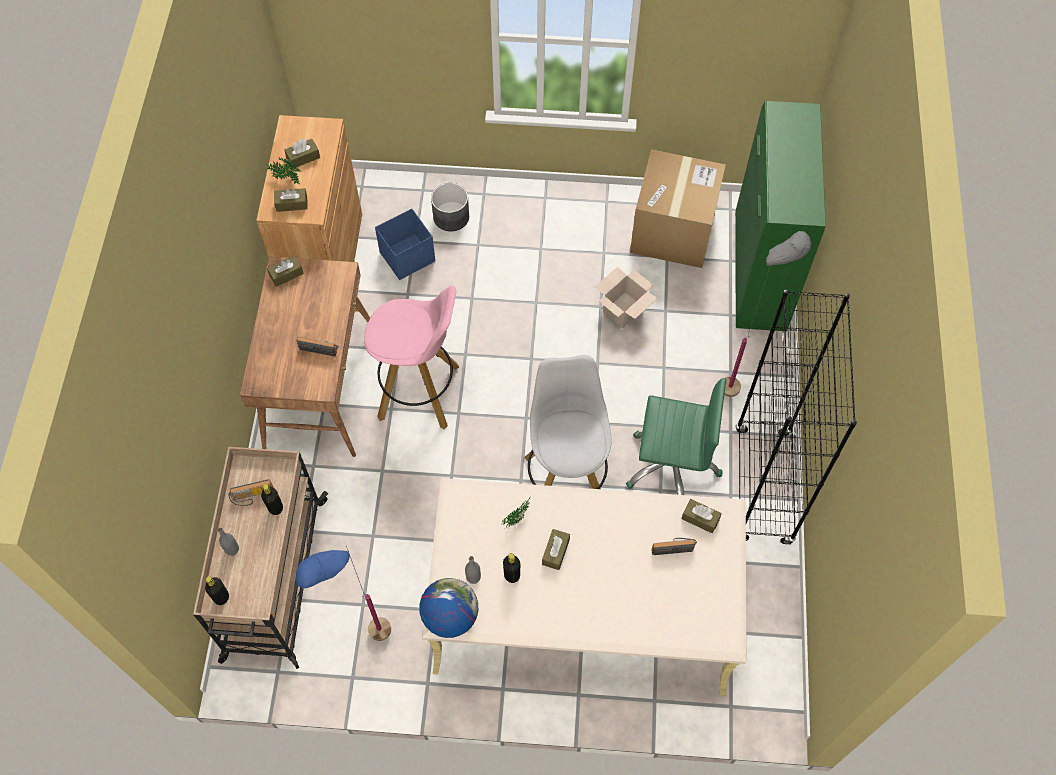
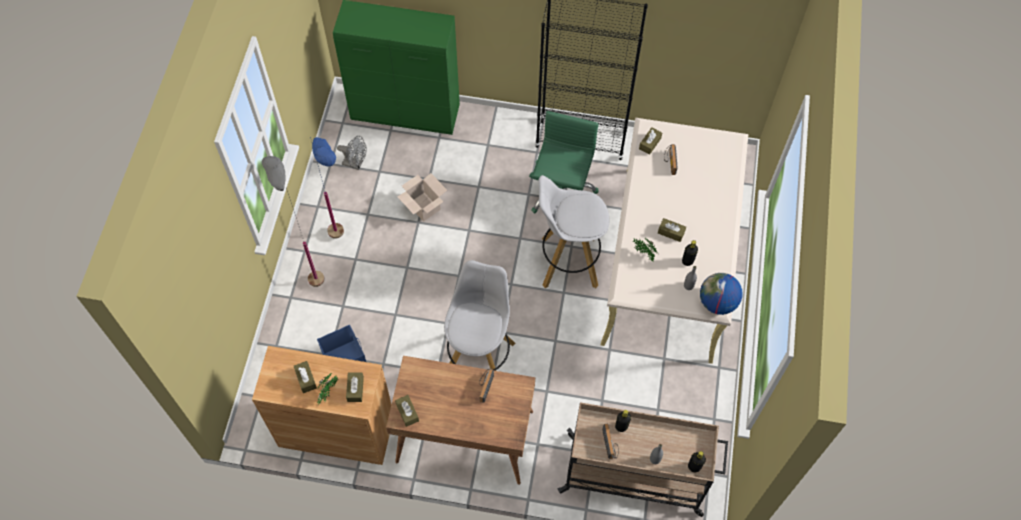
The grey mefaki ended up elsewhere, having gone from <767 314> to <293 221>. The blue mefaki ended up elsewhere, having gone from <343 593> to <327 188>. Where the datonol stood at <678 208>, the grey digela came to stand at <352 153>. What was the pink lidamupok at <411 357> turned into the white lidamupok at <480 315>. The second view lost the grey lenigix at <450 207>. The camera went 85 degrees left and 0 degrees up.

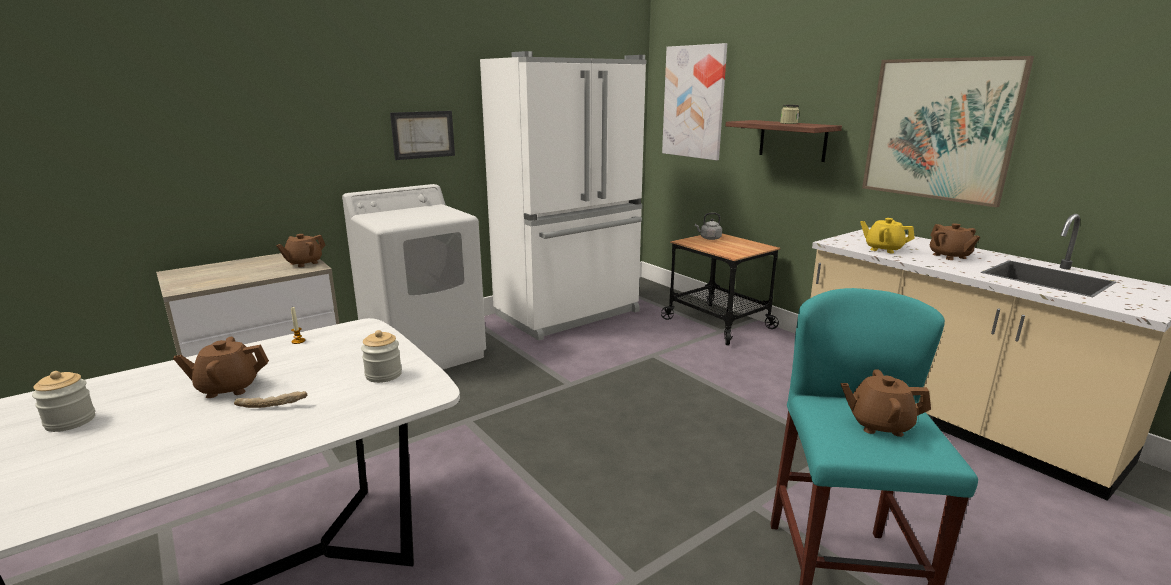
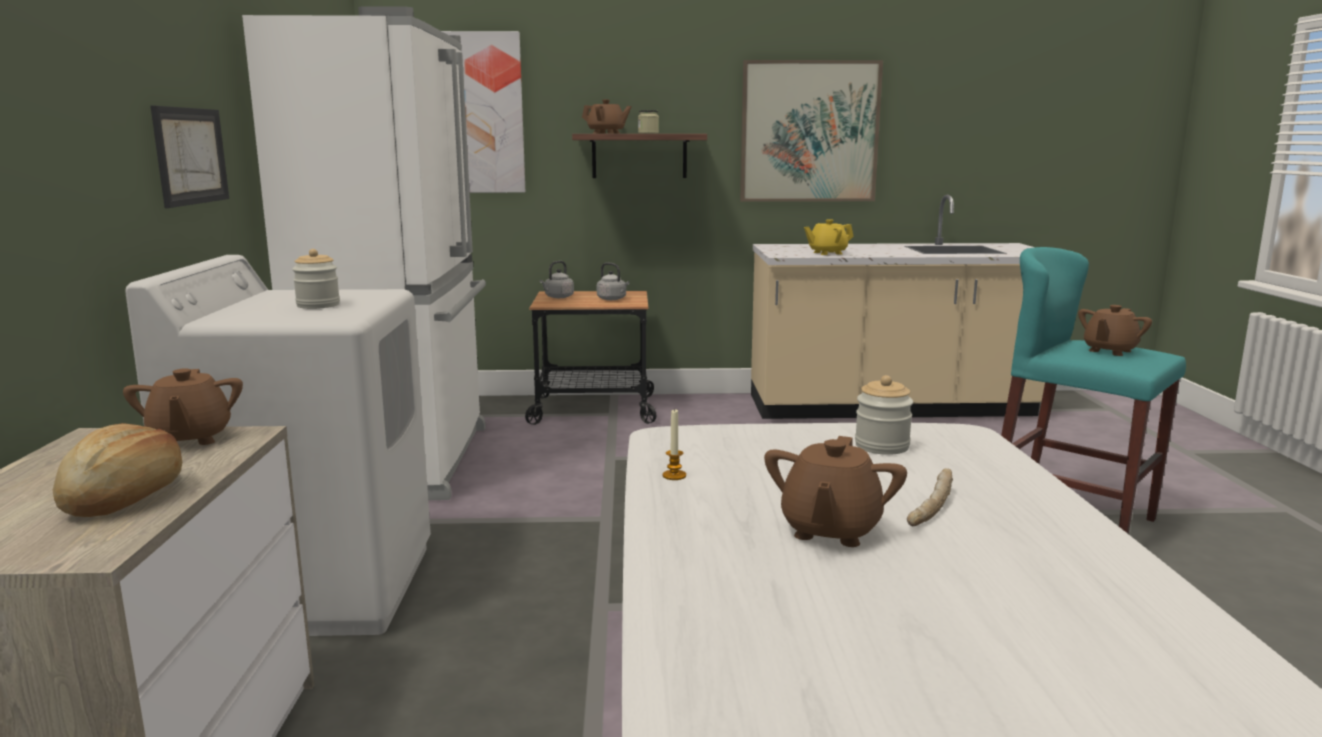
The second view gained the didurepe at <117 470>. The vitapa ended up elsewhere, having gone from <63 401> to <316 279>. The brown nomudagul ended up elsewhere, having gone from <955 241> to <607 116>. The second view gained the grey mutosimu at <613 281>. The camera went 55 degrees left and 5 degrees down.

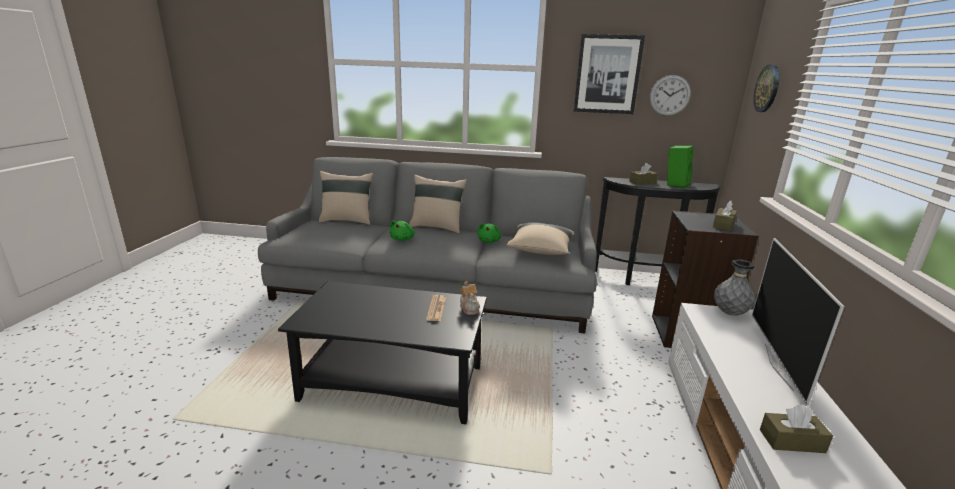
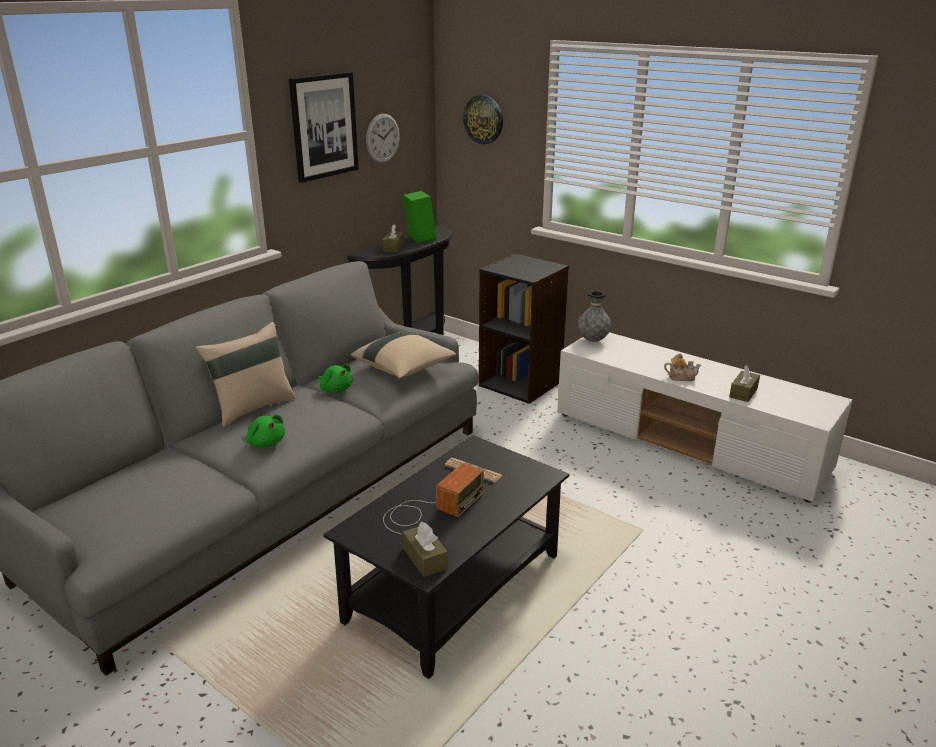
The second view gained the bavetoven at <433 499>. The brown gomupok ended up elsewhere, having gone from <725 216> to <425 549>. The nomudagul ended up elsewhere, having gone from <470 298> to <682 367>. The second view lost the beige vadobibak at <345 198>. The second view lost the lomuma at <798 321>. The camera went 60 degrees left and 5 degrees up.

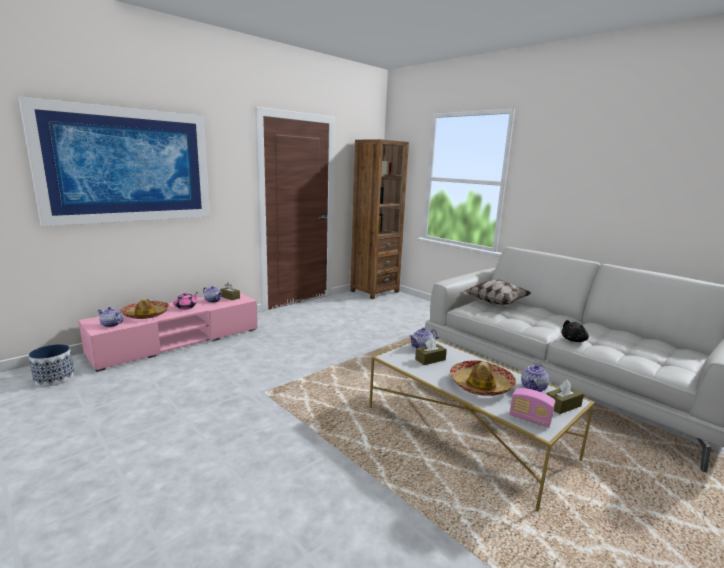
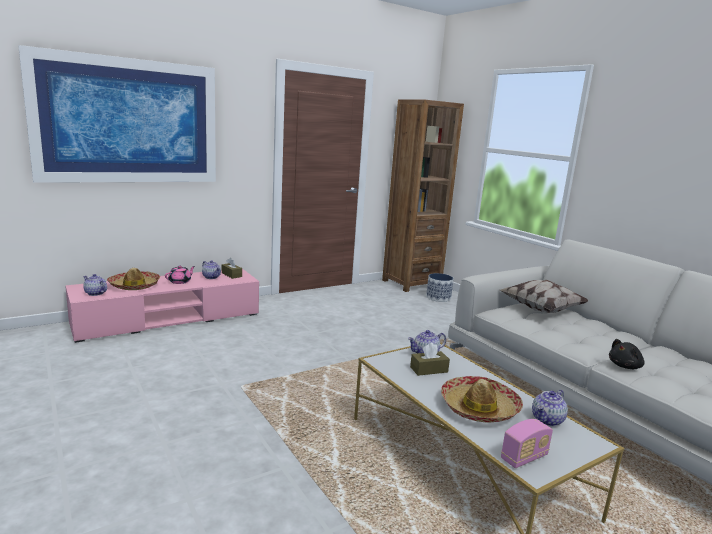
The lenigix ended up elsewhere, having gone from <51 365> to <440 287>. The bavetoven at <532 408> ended up facing another way, 75 degrees counterclockwise from before. The second view lost the brown gomupok at <565 397>. The camera went 10 degrees right and 0 degrees up.

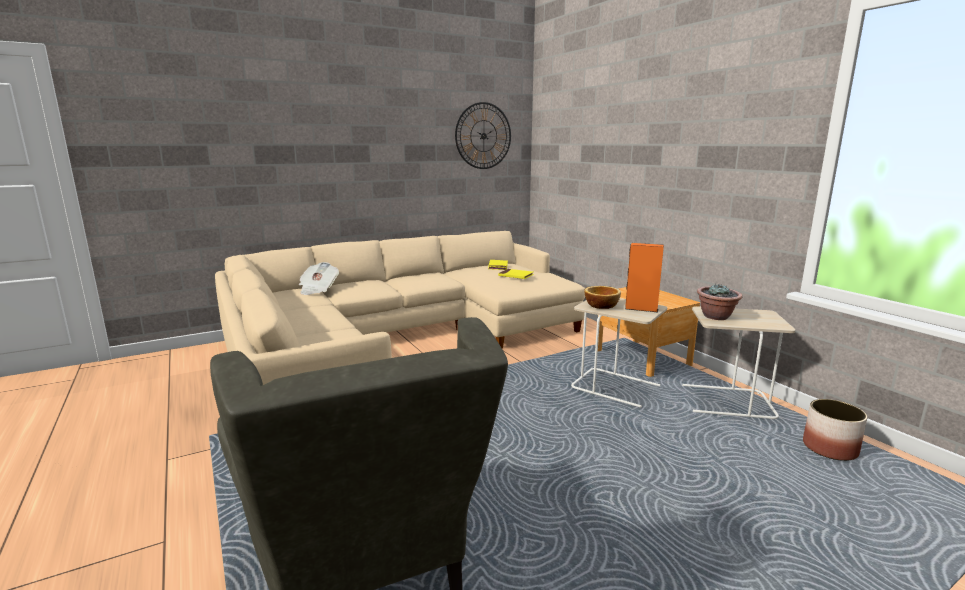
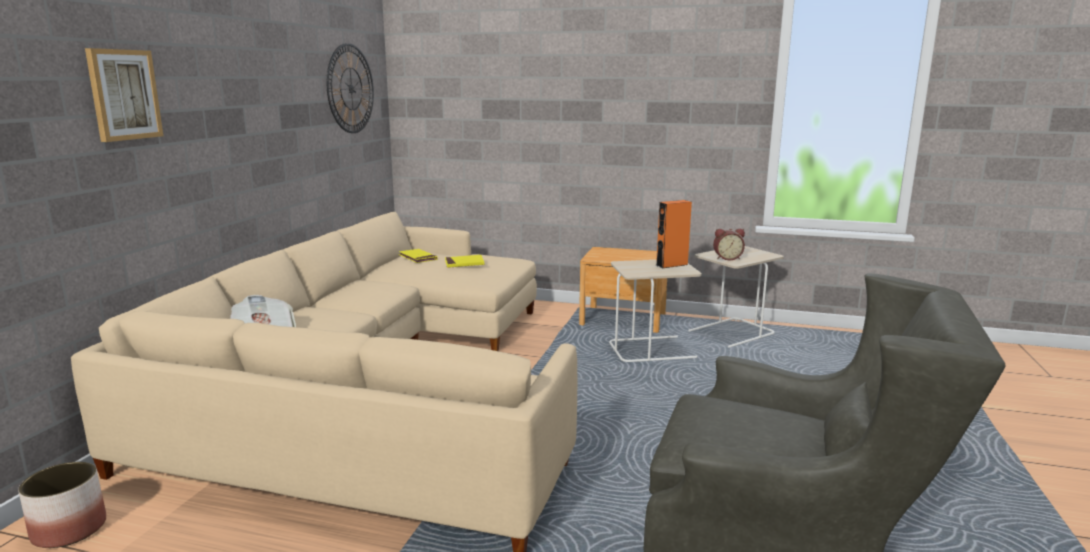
The lenigix ended up elsewhere, having gone from <835 430> to <62 505>. The second view gained the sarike at <124 95>. Where the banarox stood at <720 302>, the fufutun came to stand at <729 244>. The second view lost the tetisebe at <602 297>. The camera went 45 degrees left and 0 degrees up.

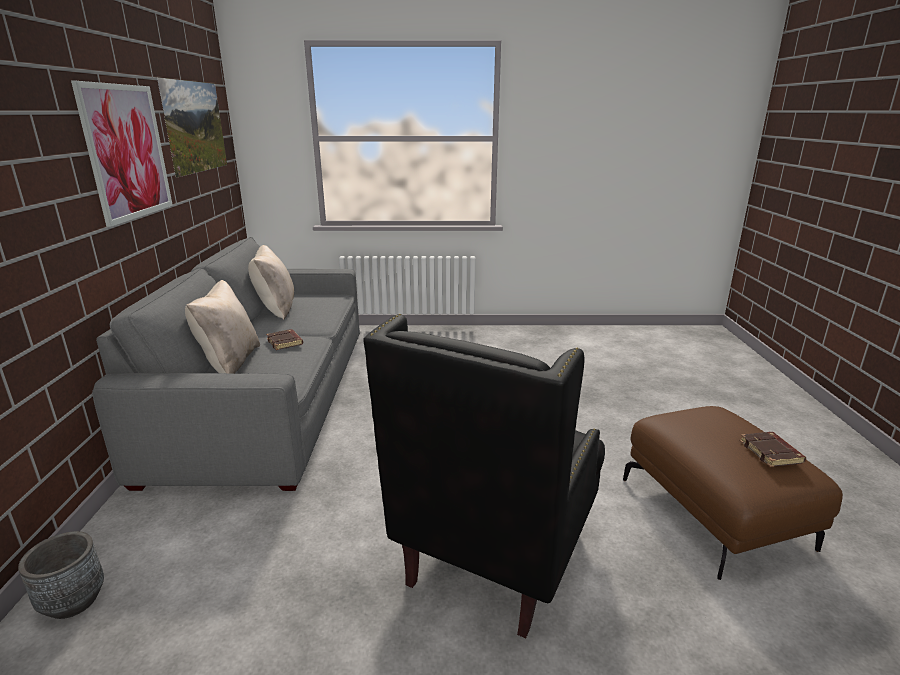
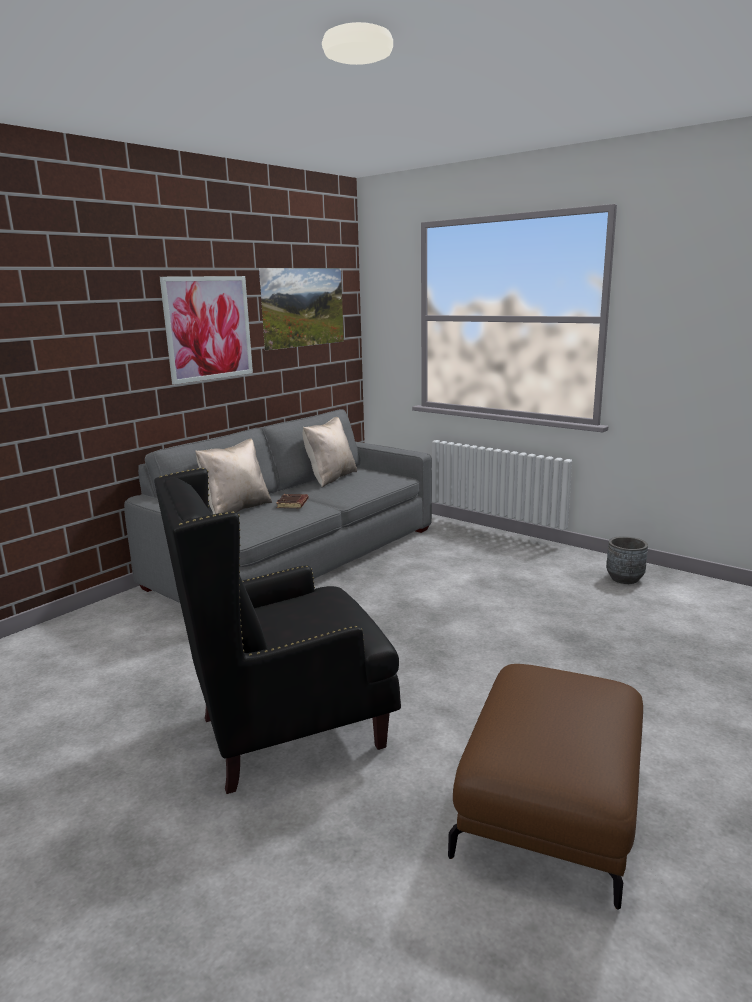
The grey lenigix ended up elsewhere, having gone from <61 575> to <627 560>. The second view lost the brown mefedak at <772 449>. The camera went 40 degrees right and 5 degrees down.

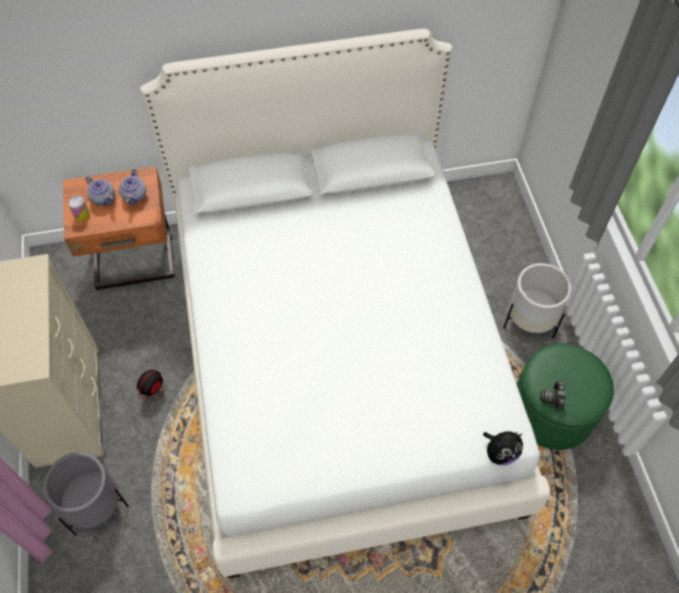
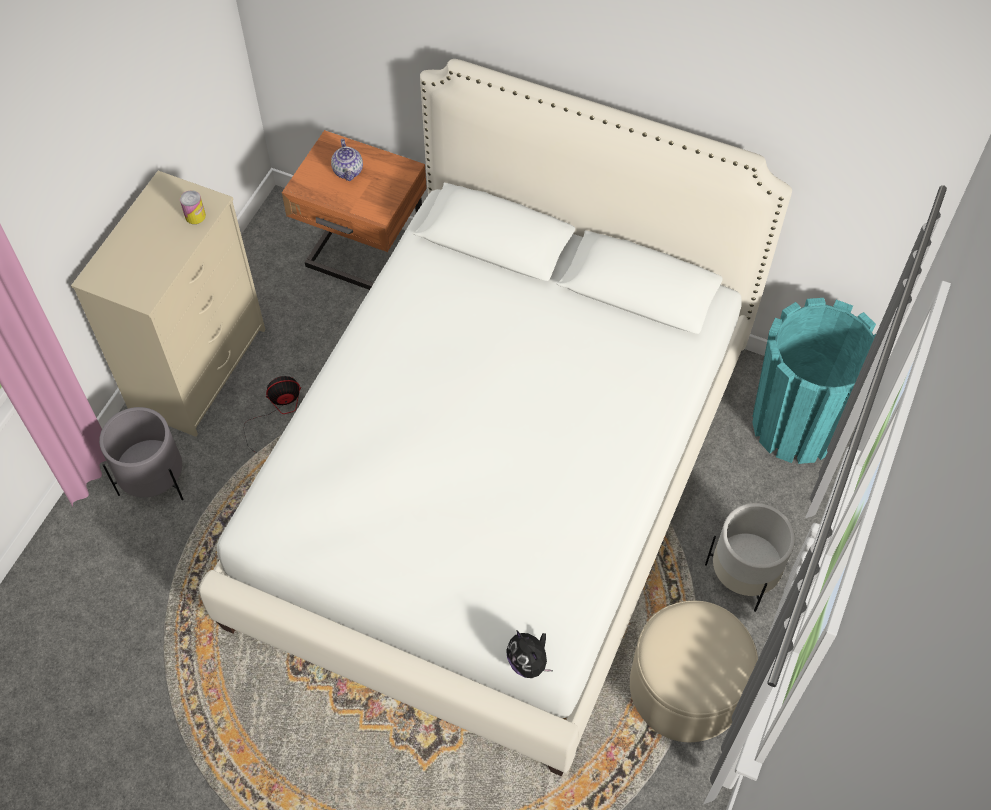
The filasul ended up elsewhere, having gone from <79 208> to <193 207>. The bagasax at <503 448> ended up facing another way, 45 degrees clockwise from before. What was the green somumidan at <565 396> turned into the beige somumidan at <694 671>. The second view gained the turquoise lenigix at <814 381>. The second view lost the nomudagul at <132 187>. The second view lost the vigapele at <553 395>. The camera went 35 degrees right and 0 degrees up.

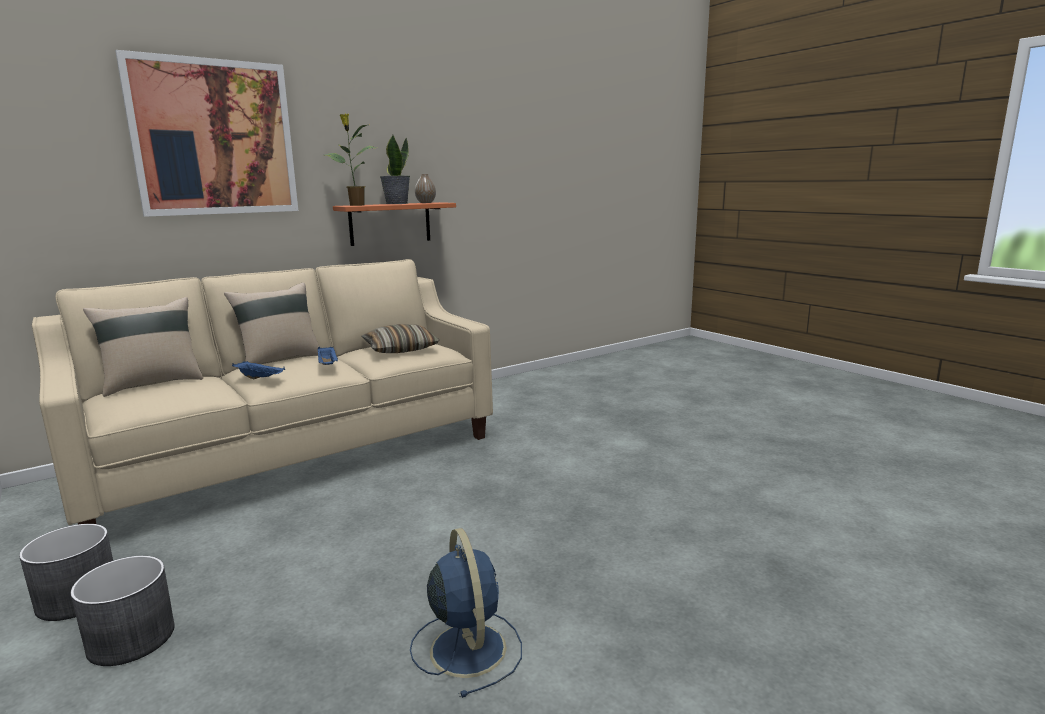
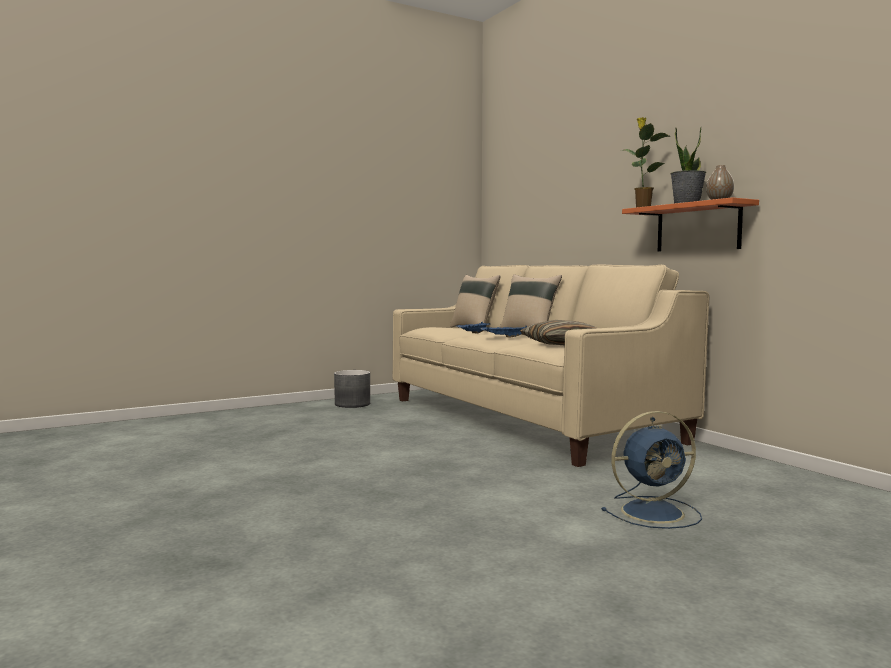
The blue digela ended up elsewhere, having gone from <466 613> to <651 470>. The second view lost the grey lenigix at <123 611>. The second view lost the sarike at <206 133>. The camera went 95 degrees right and 10 degrees down.

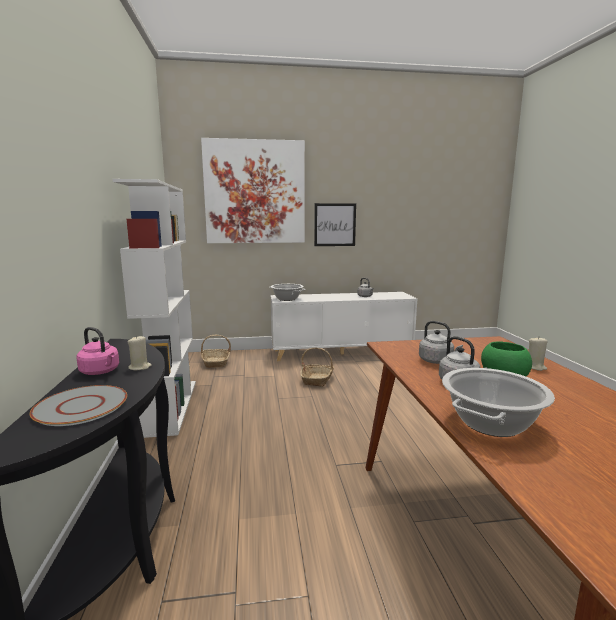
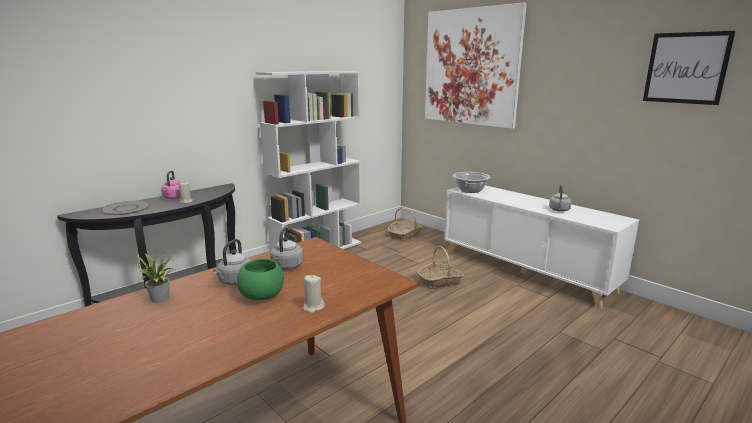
Where the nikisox stood at <498 402>, the banarox came to stand at <152 278>. The sarike ended up elsewhere, having gone from <335 224> to <689 68>. The camera went 55 degrees right and 5 degrees up.

